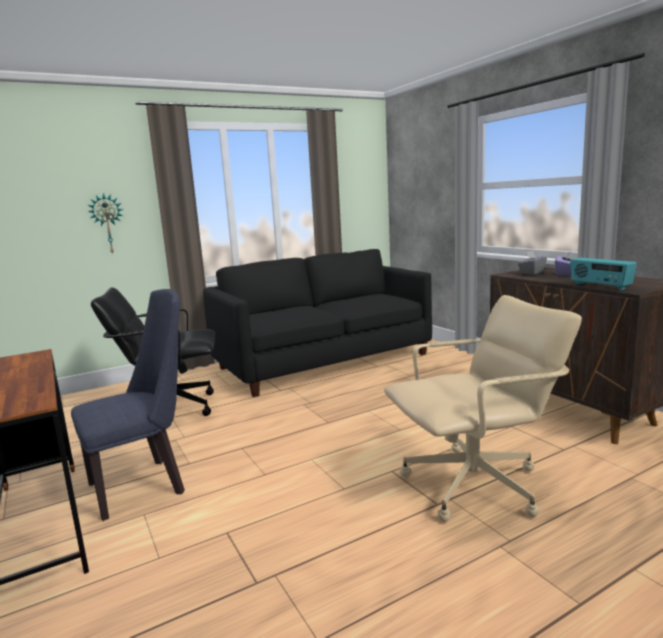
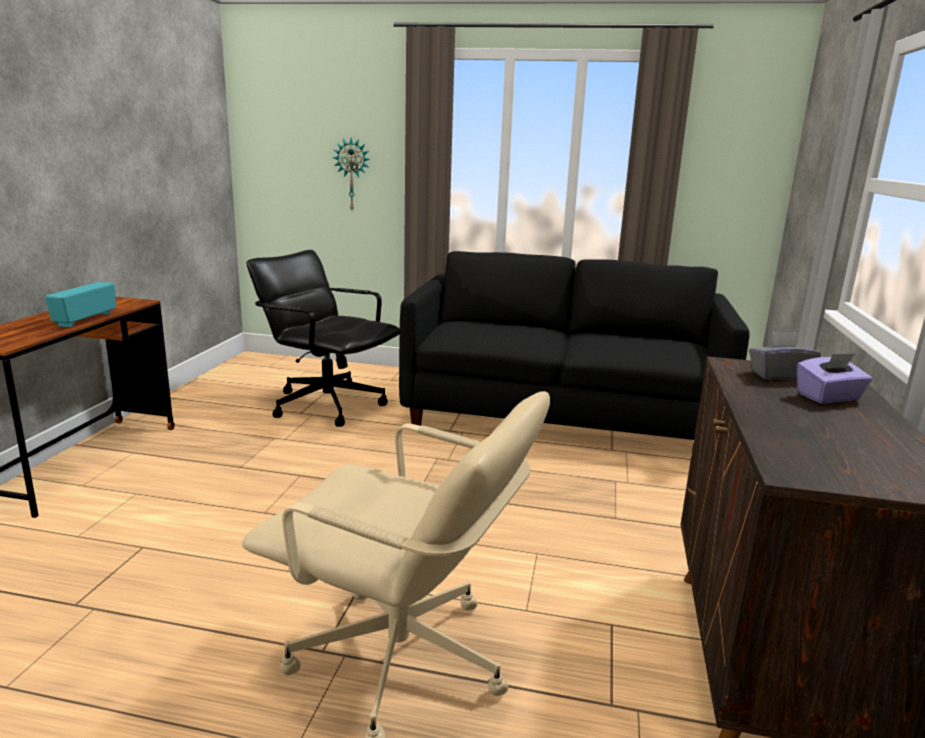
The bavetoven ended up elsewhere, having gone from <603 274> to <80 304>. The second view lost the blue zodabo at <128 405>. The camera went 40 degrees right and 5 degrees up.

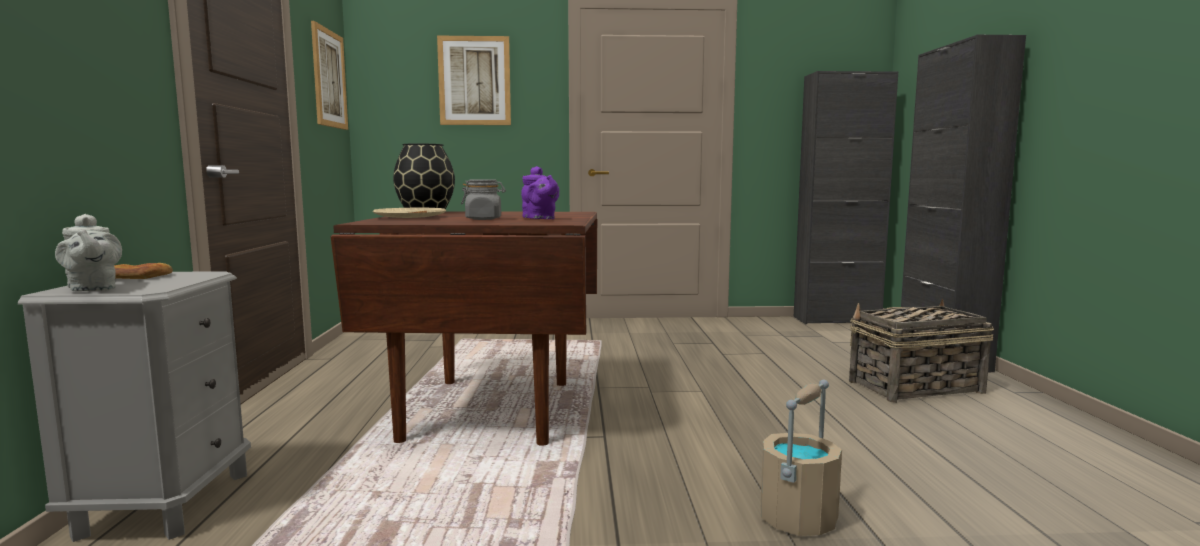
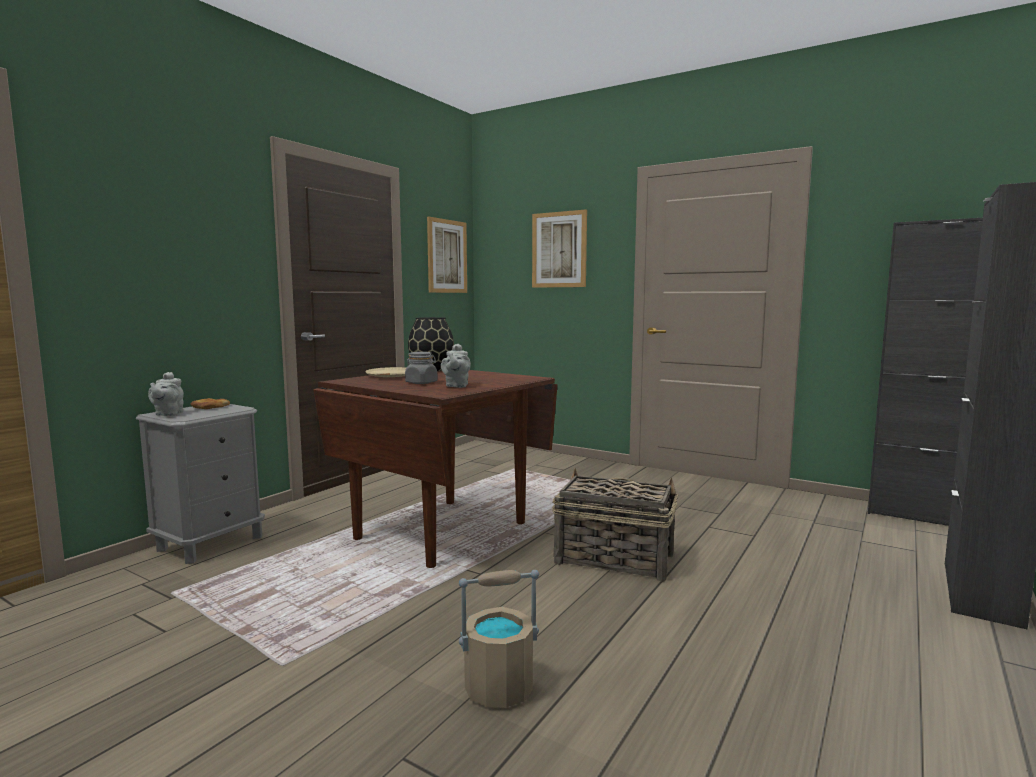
What was the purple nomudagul at <540 192> turned into the grey nomudagul at <456 366>. The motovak ended up elsewhere, having gone from <921 350> to <615 525>. The camera went 35 degrees right and 0 degrees up.

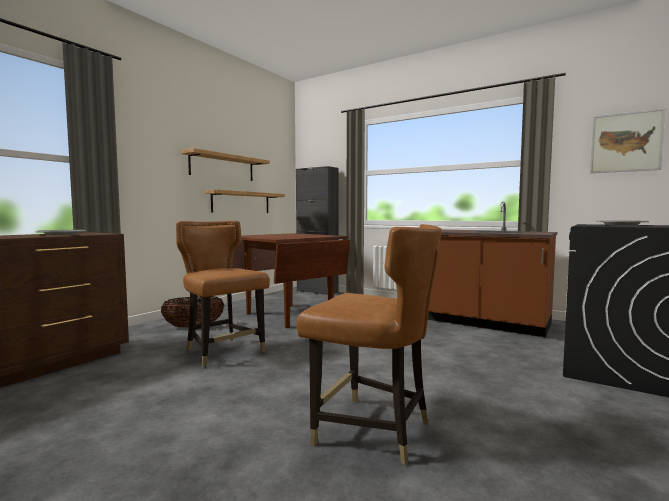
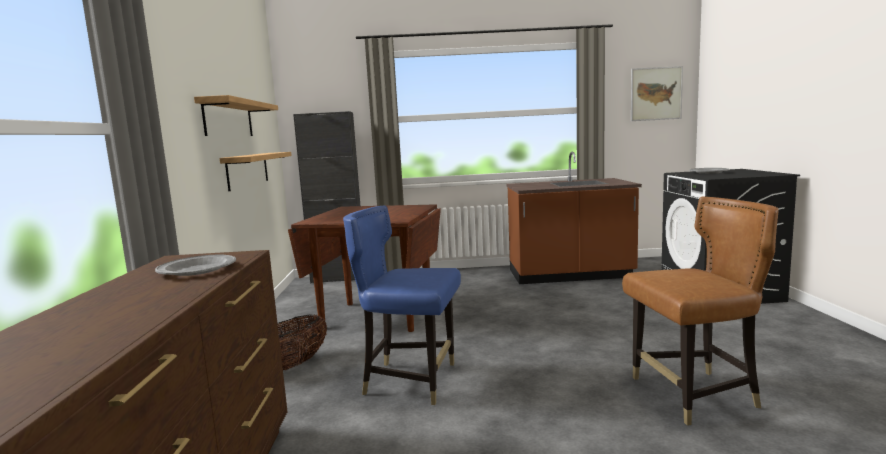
What was the brown zodabo at <223 294> turned into the blue zodabo at <402 305>. The camera went 35 degrees left and 5 degrees up.

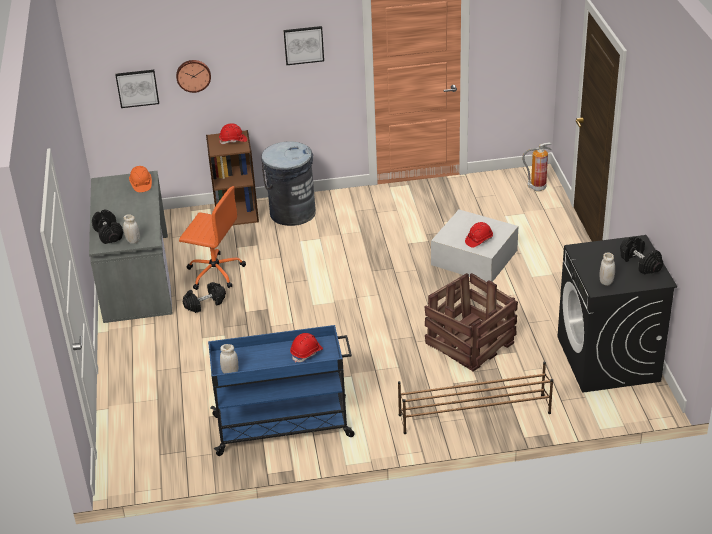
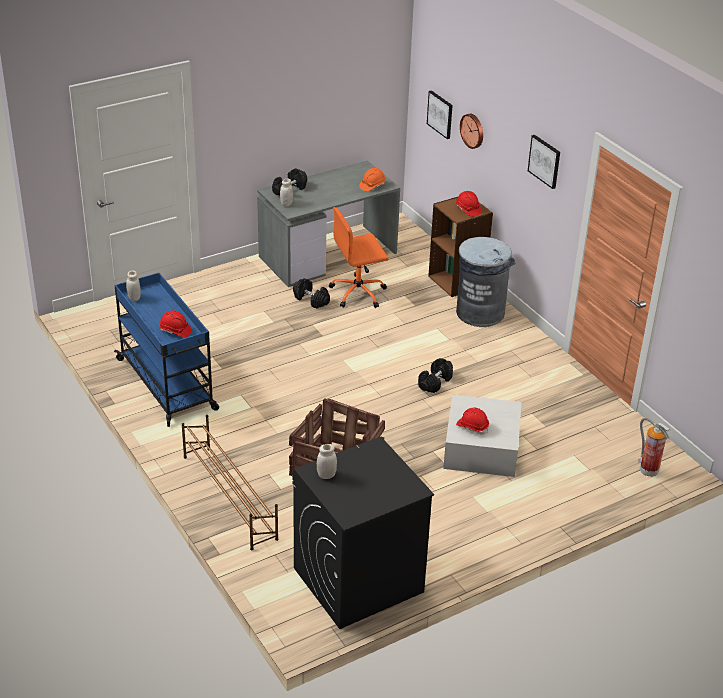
The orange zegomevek at <212 238> ended up facing another way, 75 degrees clockwise from before. The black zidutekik ended up elsewhere, having gone from <641 255> to <435 375>. The camera went 65 degrees right and 0 degrees up.

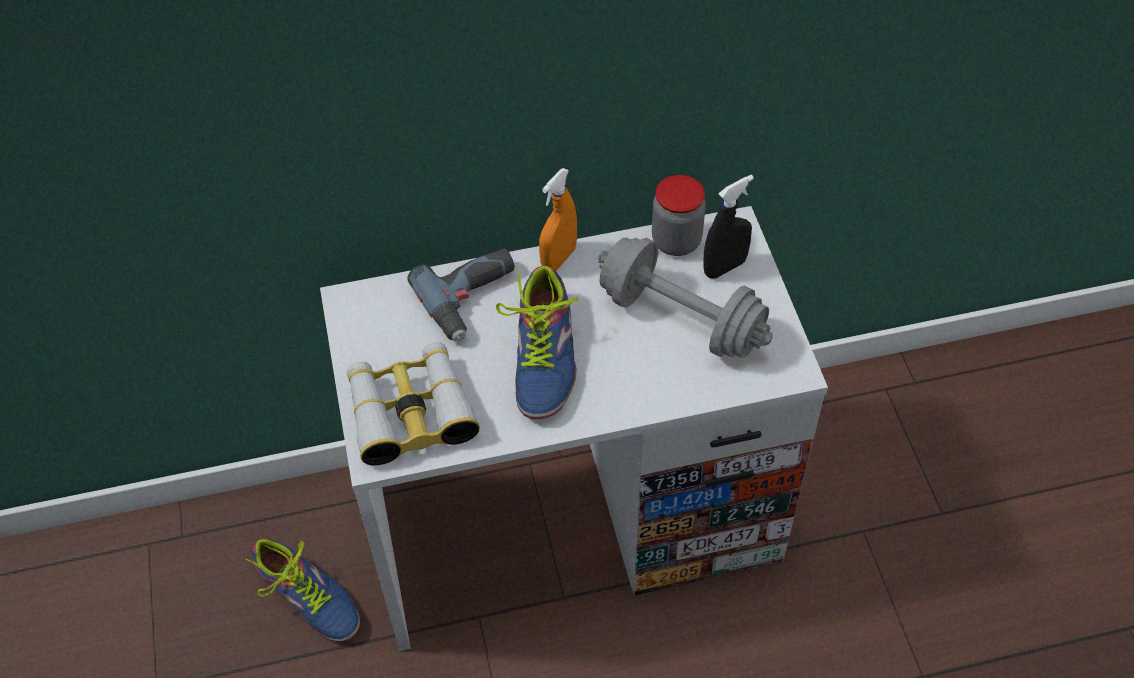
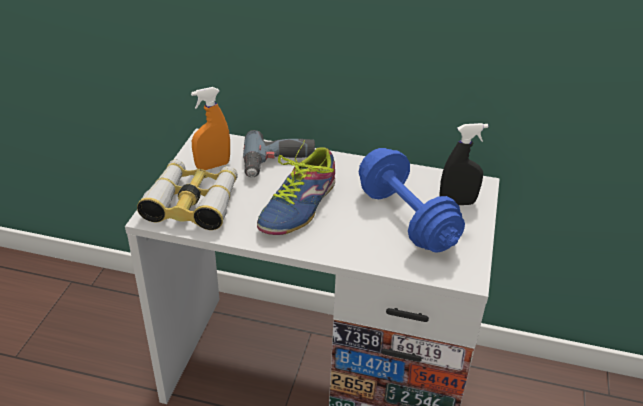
The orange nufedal ended up elsewhere, having gone from <558 219> to <210 128>. What was the grey zidutekik at <685 297> turned into the blue zidutekik at <412 200>. The second view lost the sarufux at <302 590>. The second view lost the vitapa at <679 215>. The camera went 25 degrees right and 15 degrees down.

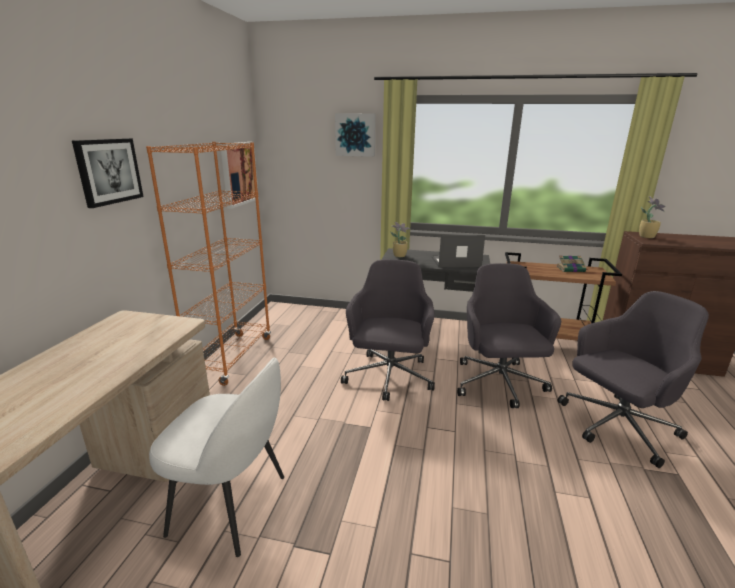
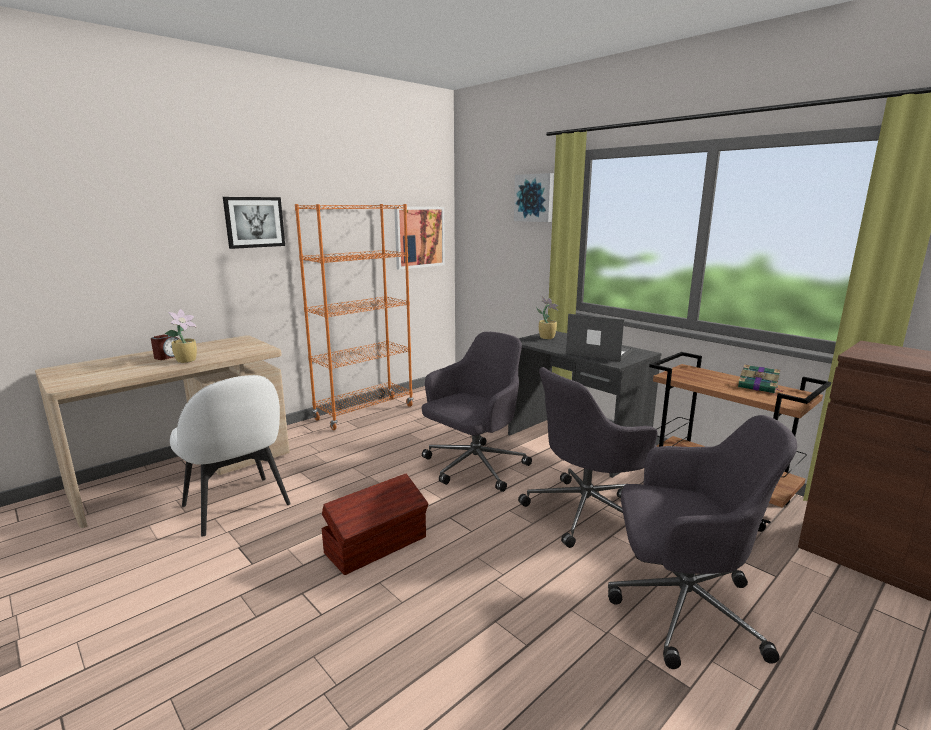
The second view gained the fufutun at <165 347>. The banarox ended up elsewhere, having gone from <652 217> to <181 336>. The second view gained the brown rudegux at <374 524>. The grey zegomevek at <509 335> ended up facing another way, 150 degrees counterclockwise from before. The camera went 35 degrees right and 5 degrees down.

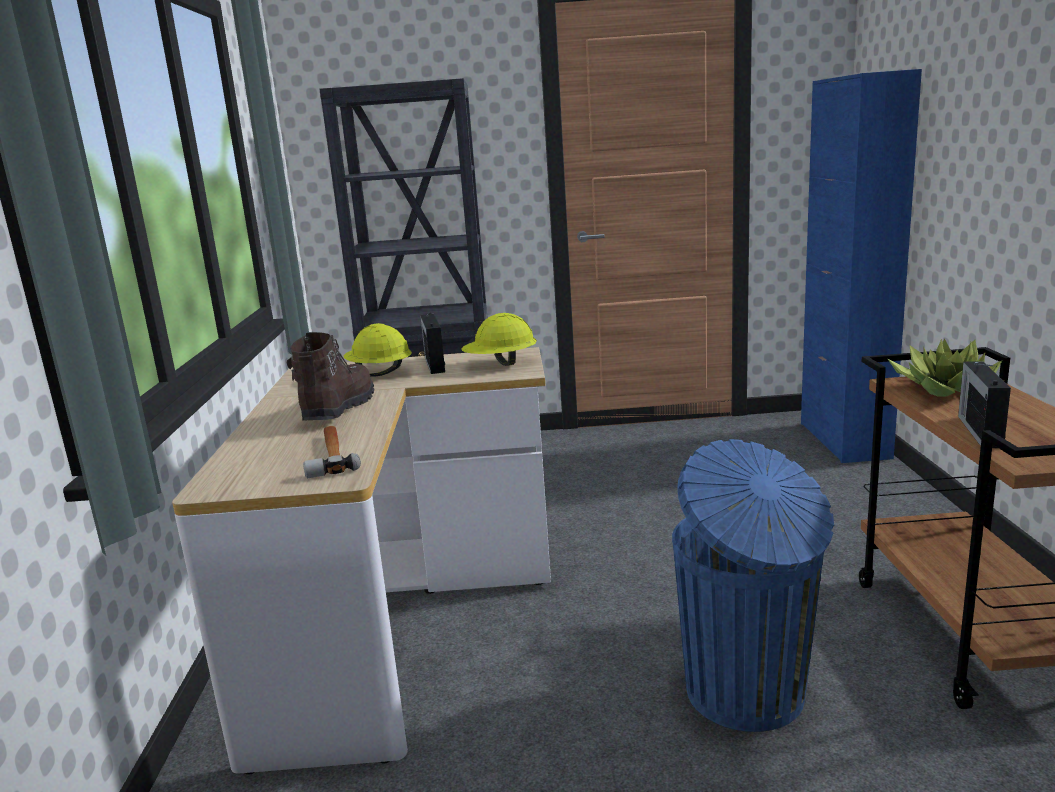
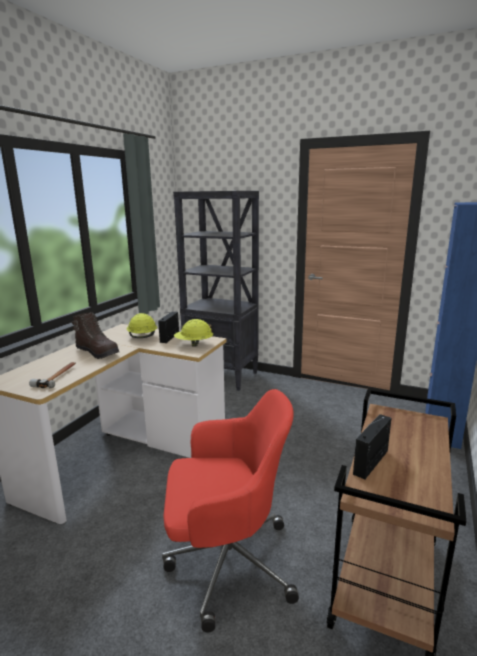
The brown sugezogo at <330 376> ended up facing another way, 90 degrees clockwise from before. Where the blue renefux stood at <753 585>, the red zegomevek came to stand at <230 511>. The second view lost the banarox at <945 367>. The camera went 25 degrees right and 0 degrees up.

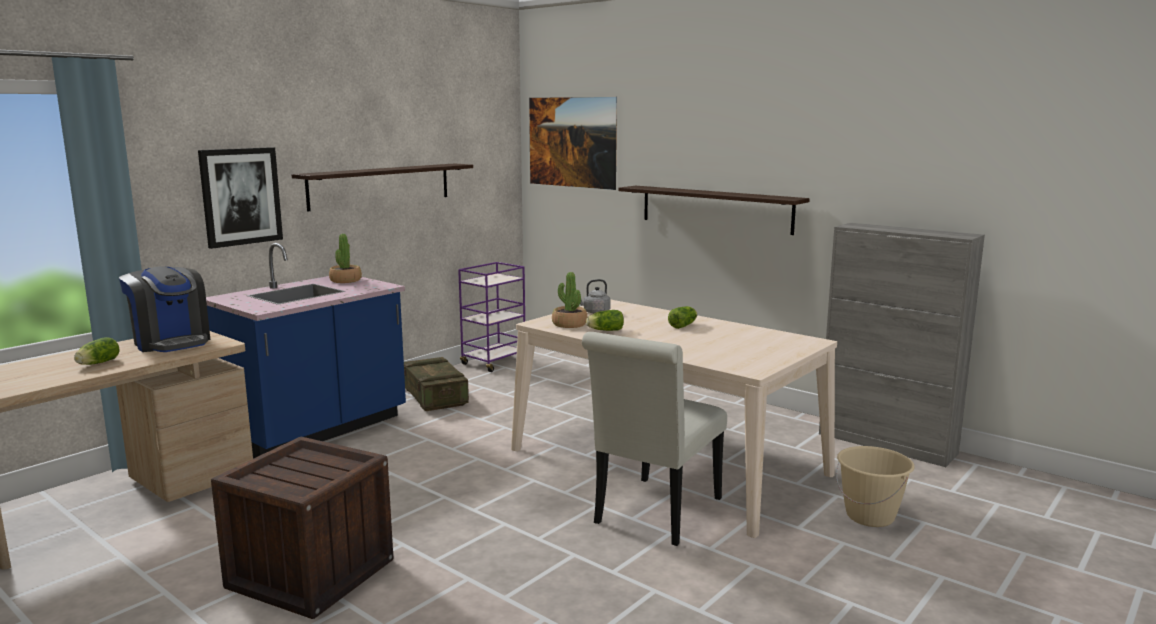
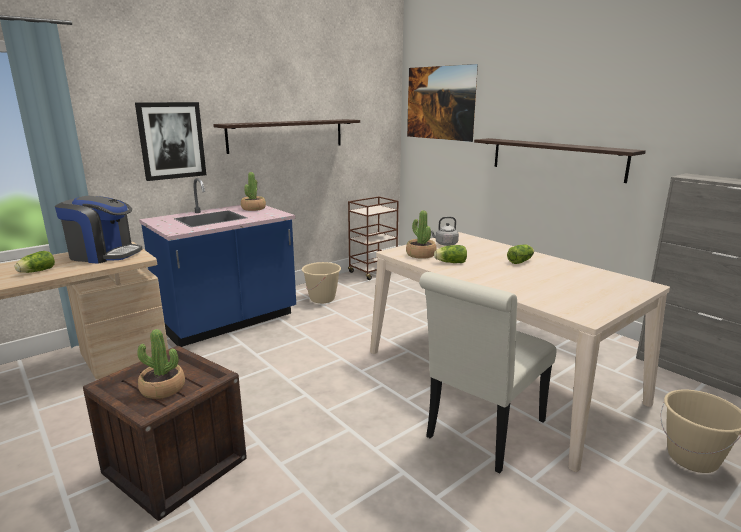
The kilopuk at <164 309> ended up facing another way, 45 degrees counterclockwise from before. The second view gained the banarox at <161 364>. Where the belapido stood at <436 384>, the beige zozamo came to stand at <321 283>. What was the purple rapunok at <491 317> turned into the brown rapunok at <373 238>. The camera went 10 degrees right and 5 degrees up.

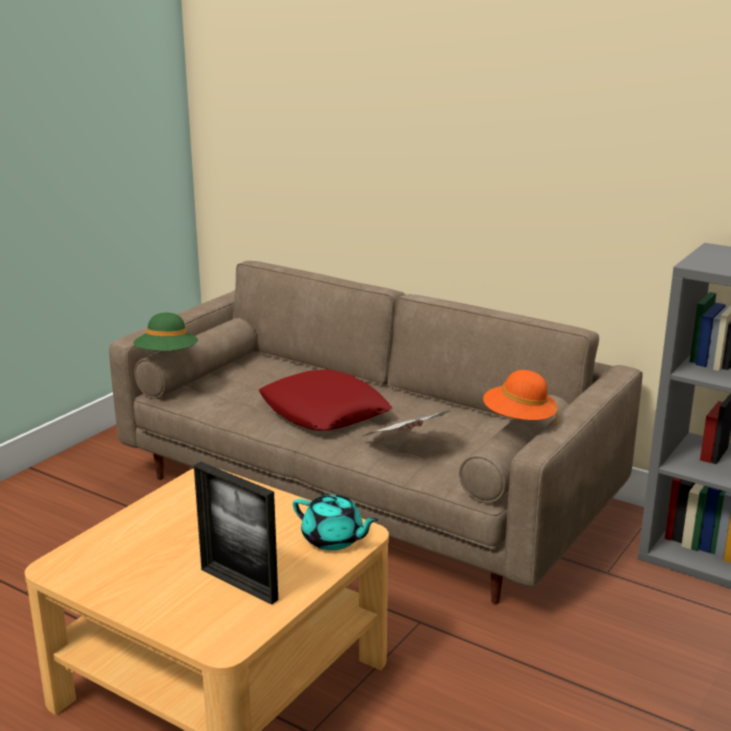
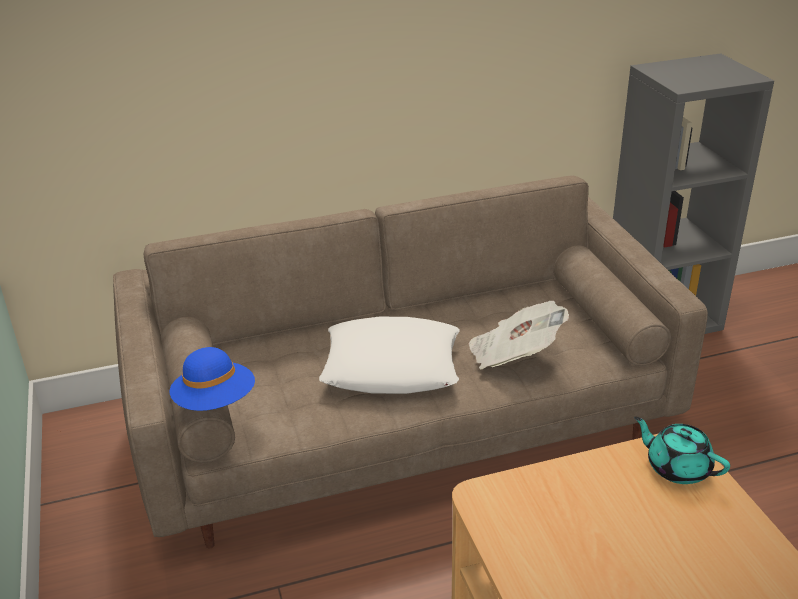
What was the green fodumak at <165 332> turned into the blue fodumak at <212 379>. What was the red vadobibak at <325 400> turned into the white vadobibak at <389 355>. The turquoise nomudagul at <335 522> ended up facing another way, 120 degrees counterclockwise from before. The second view lost the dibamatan at <236 533>. The second view lost the orange fodumak at <520 398>. The camera went 50 degrees left and 10 degrees up.

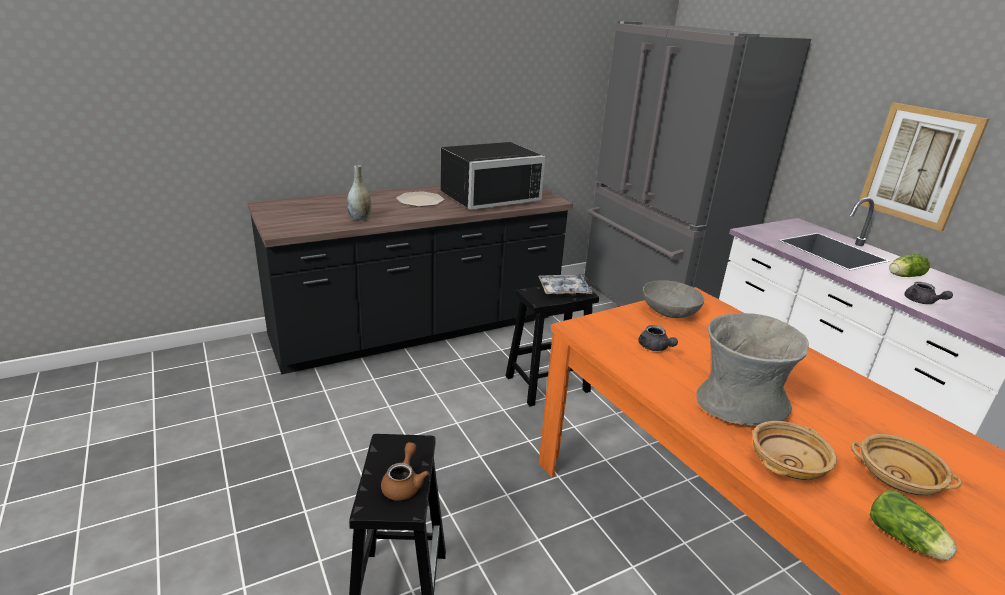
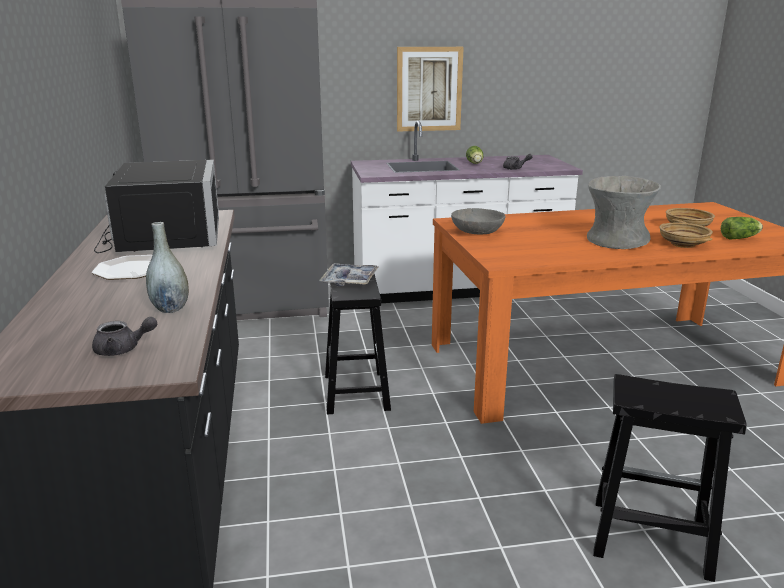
The grey nomudagul ended up elsewhere, having gone from <658 338> to <124 336>. The second view lost the brown nomudagul at <405 471>. The camera went 70 degrees left and 5 degrees down.

